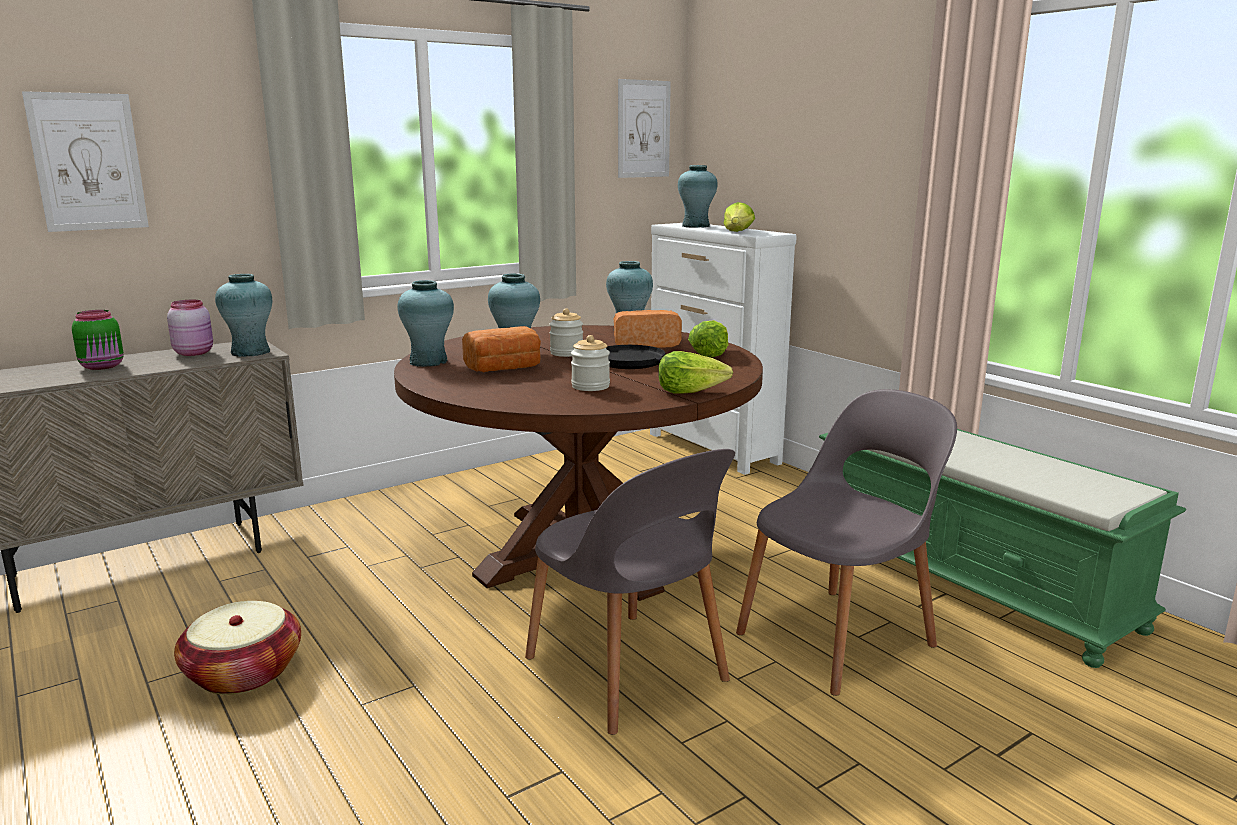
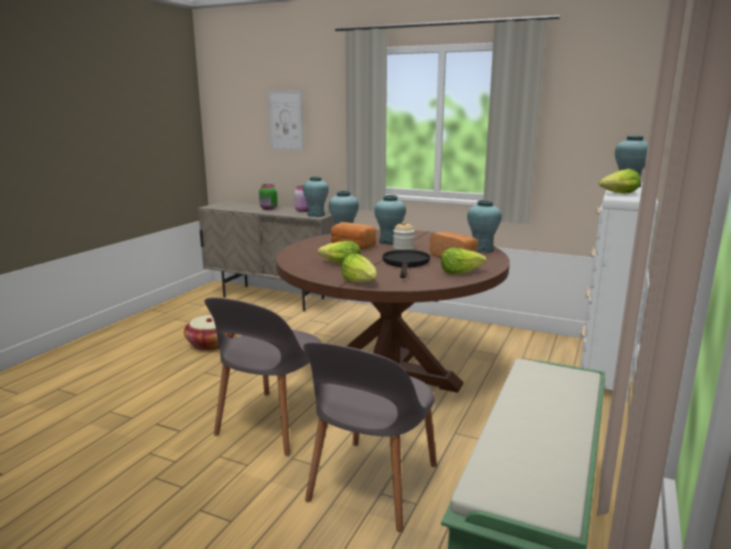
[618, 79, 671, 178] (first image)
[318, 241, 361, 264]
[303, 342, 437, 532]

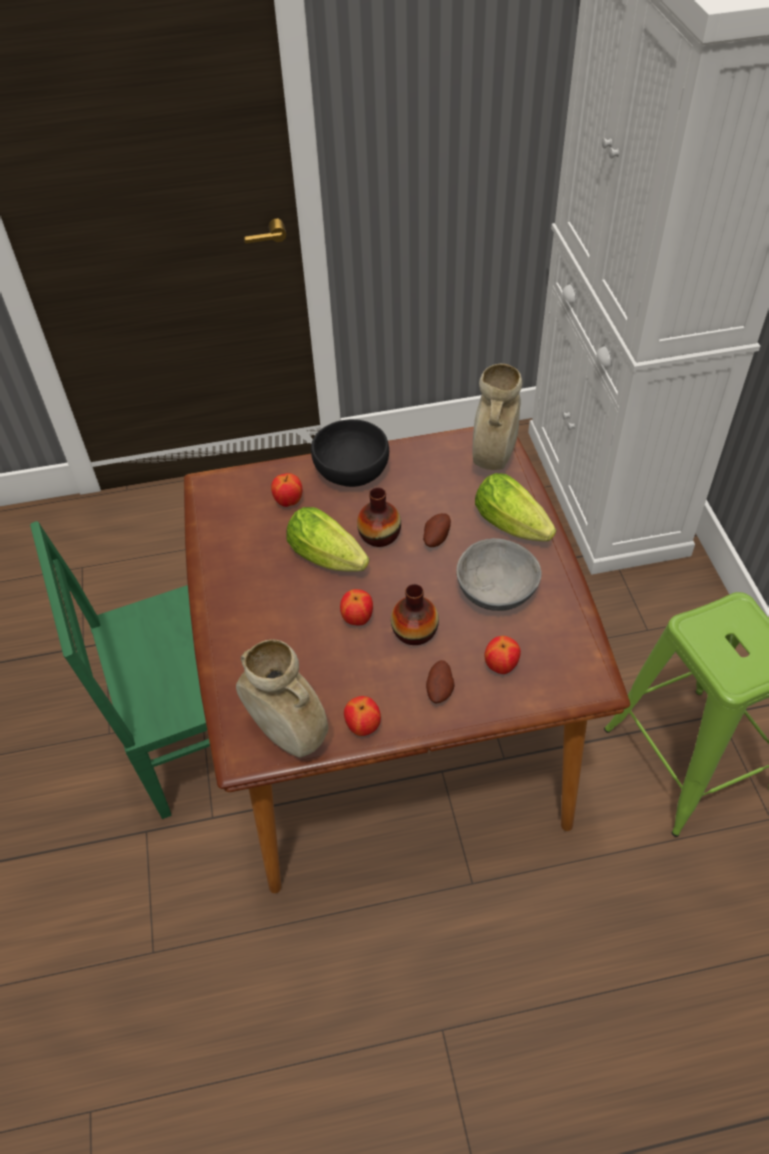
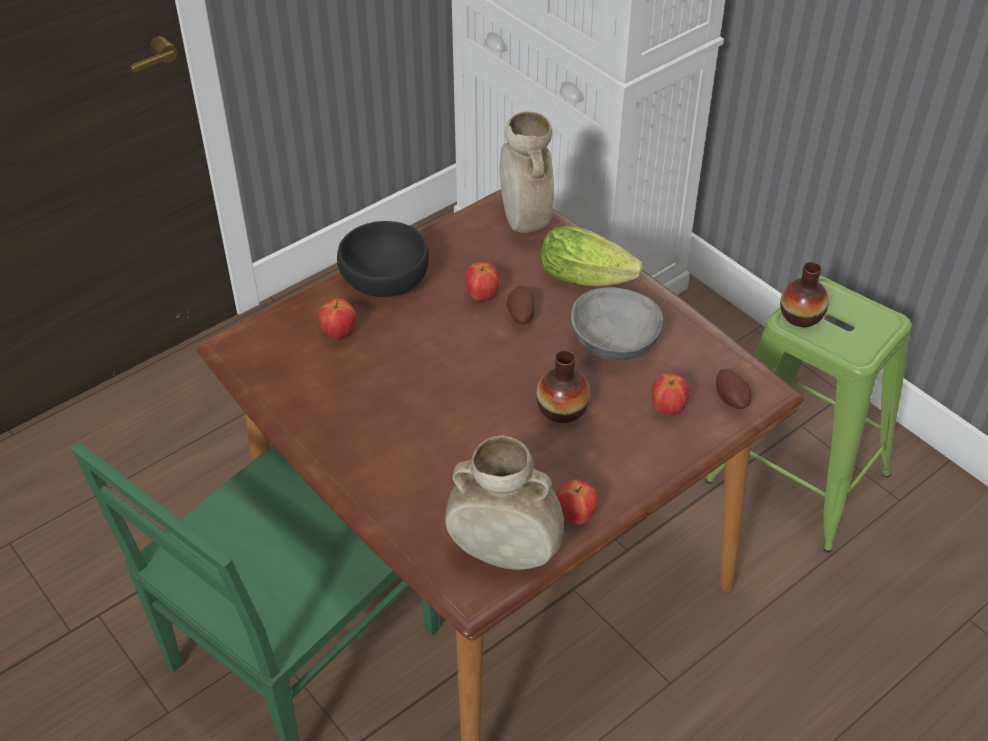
[286, 507, 369, 572] (first image)
[465, 262, 499, 301]
[780, 262, 829, 327]
[716, 369, 752, 409]

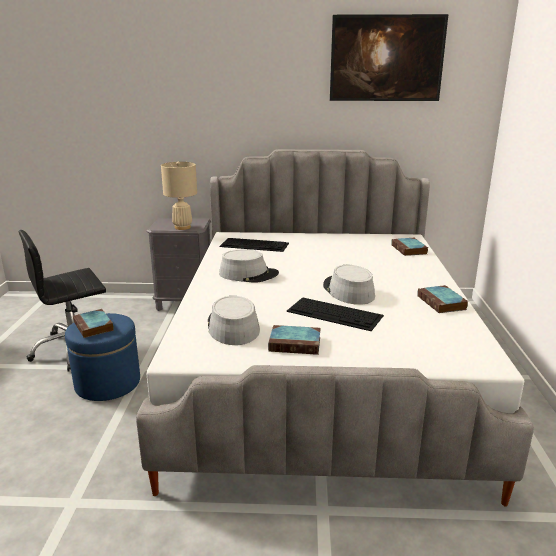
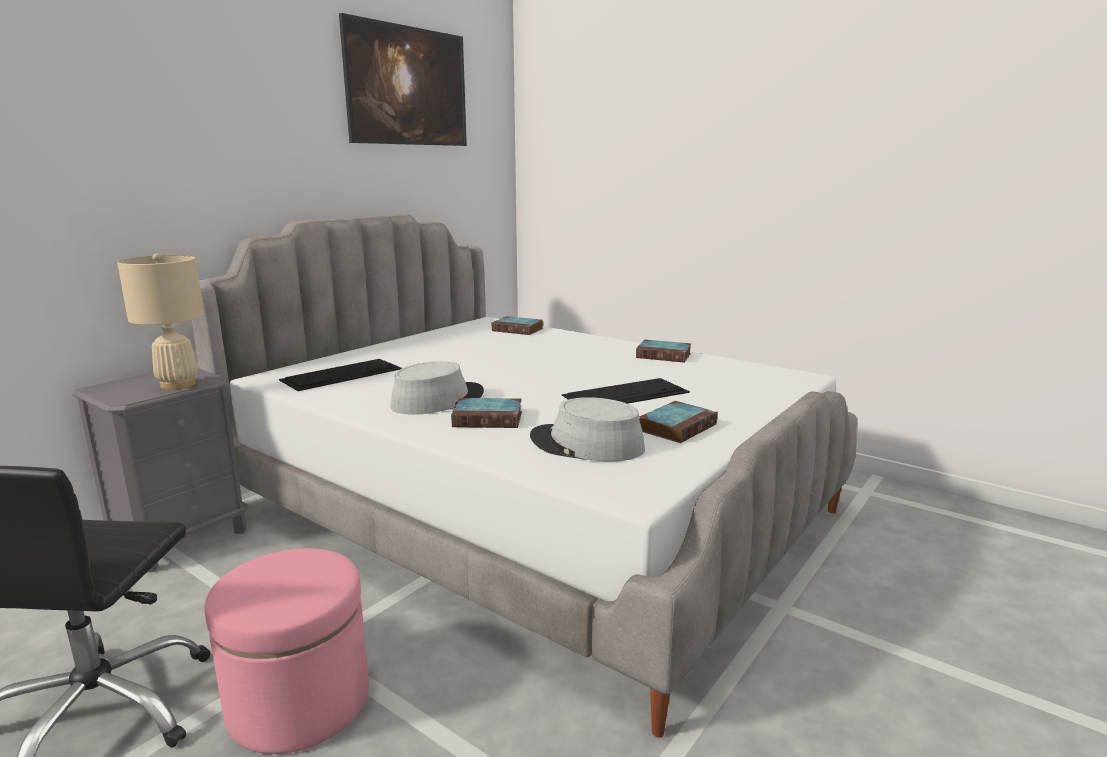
[323, 265, 375, 305] (first image)
[451, 398, 522, 428]
[205, 548, 369, 754]

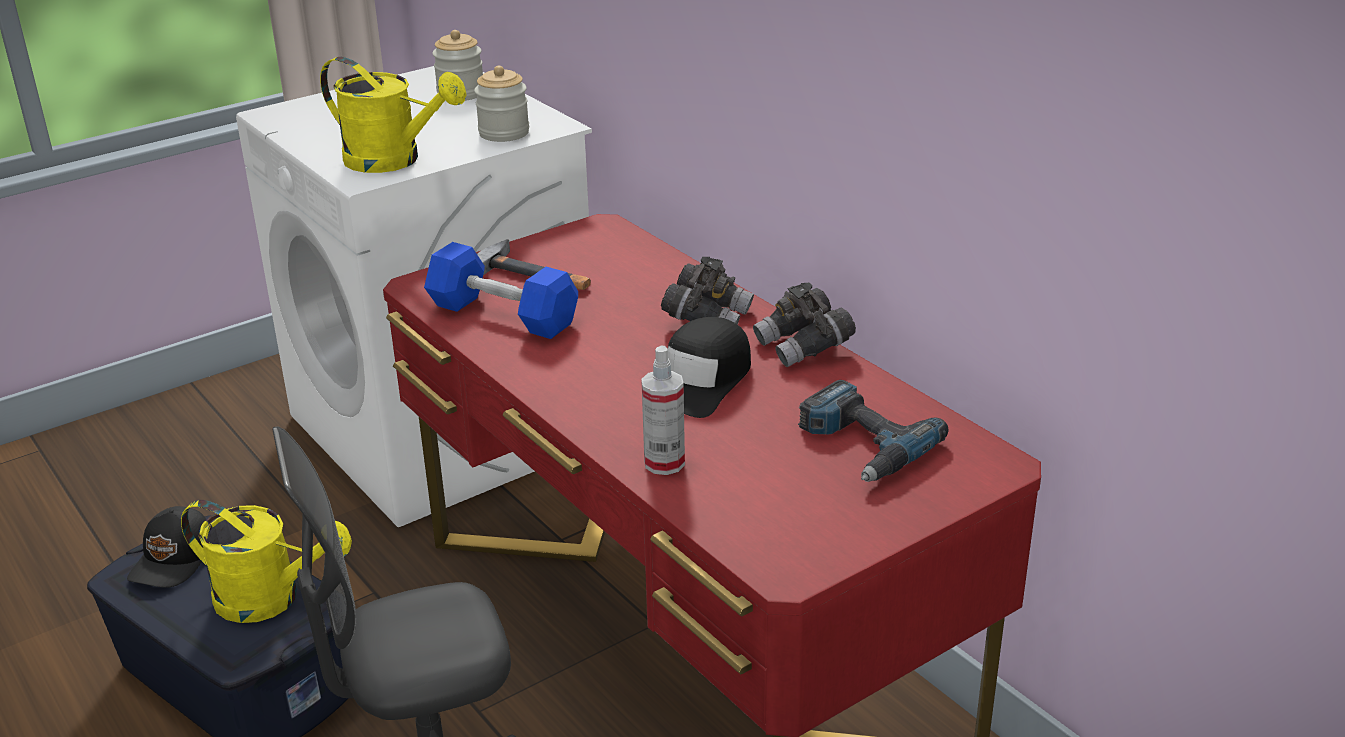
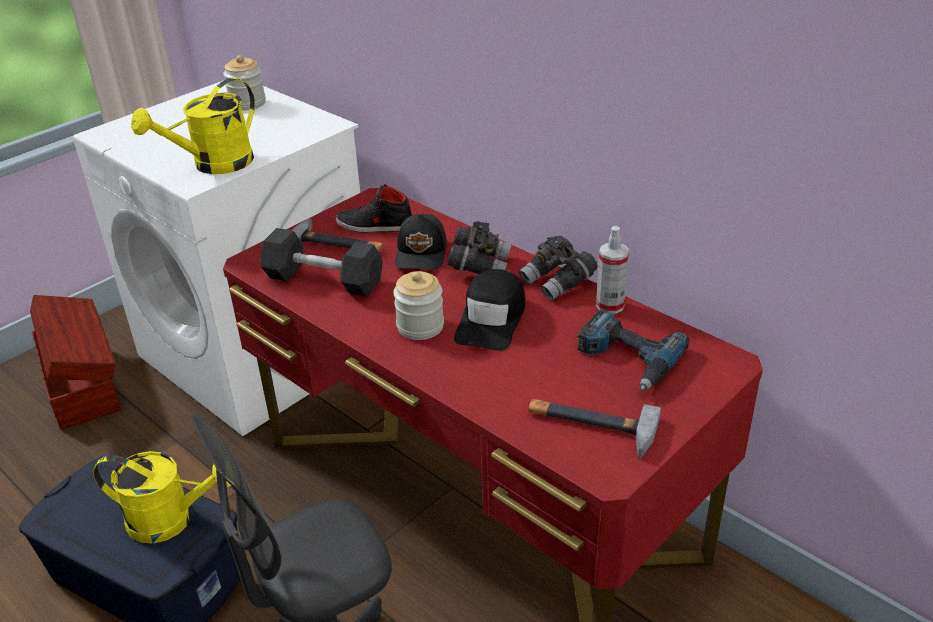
[30, 295, 121, 430]
[336, 184, 412, 232]
[529, 399, 661, 459]
[395, 214, 447, 270]
[393, 271, 444, 340]
[596, 226, 629, 314]
[260, 228, 383, 297]
[131, 78, 255, 174]

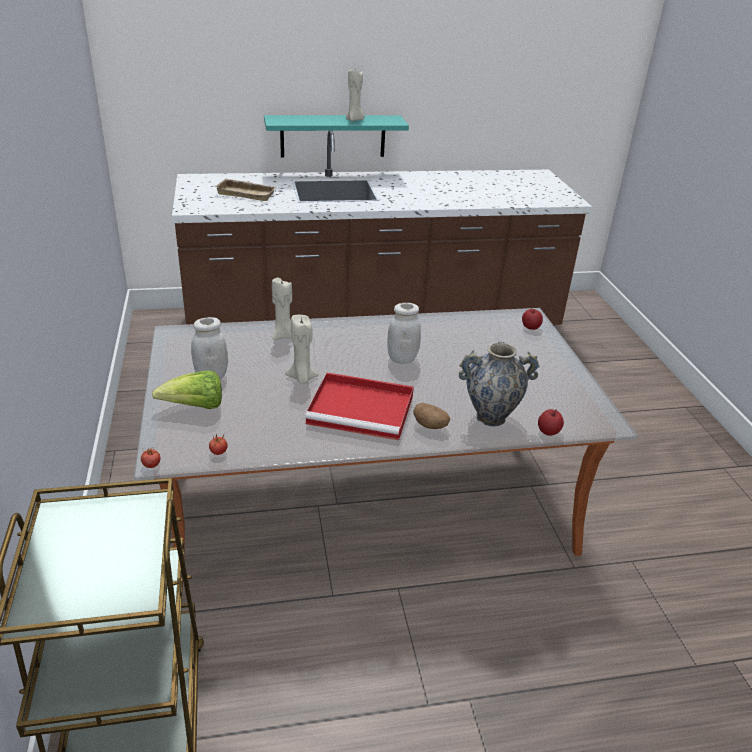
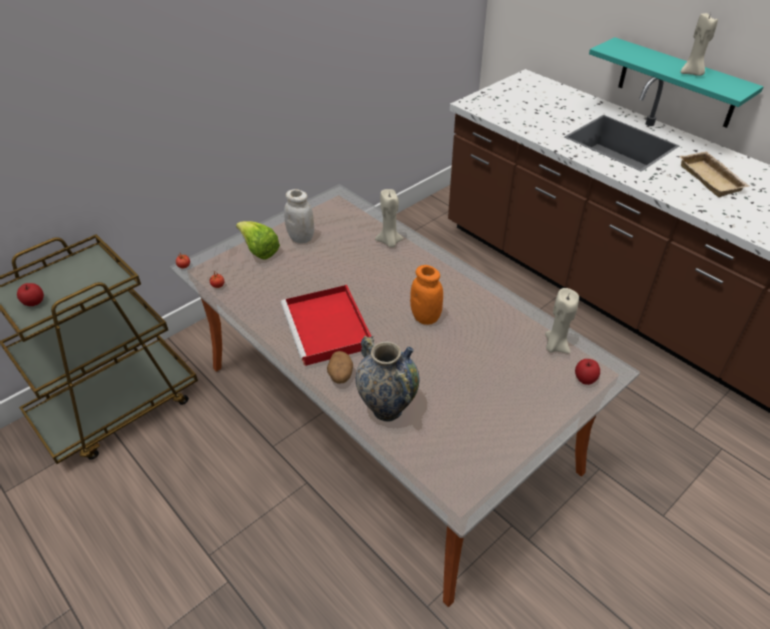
[679, 151, 750, 197]
[545, 288, 579, 353]
[17, 283, 44, 306]
[410, 265, 443, 325]

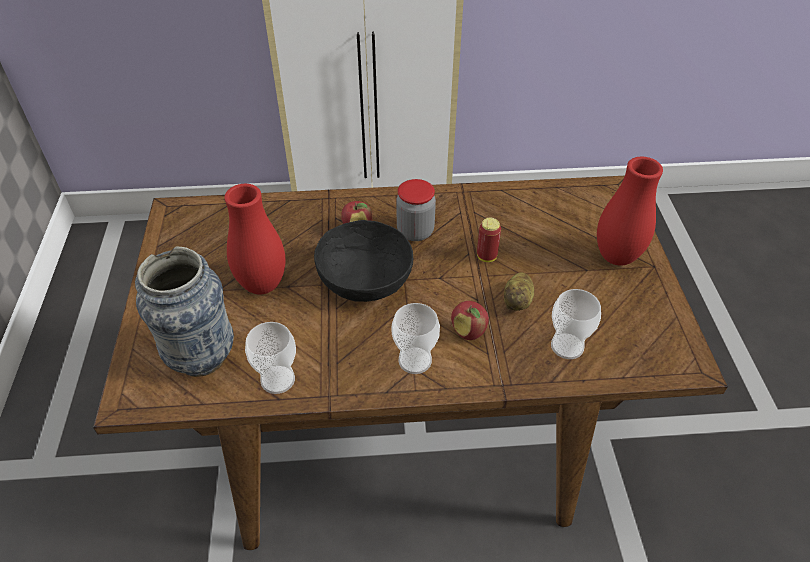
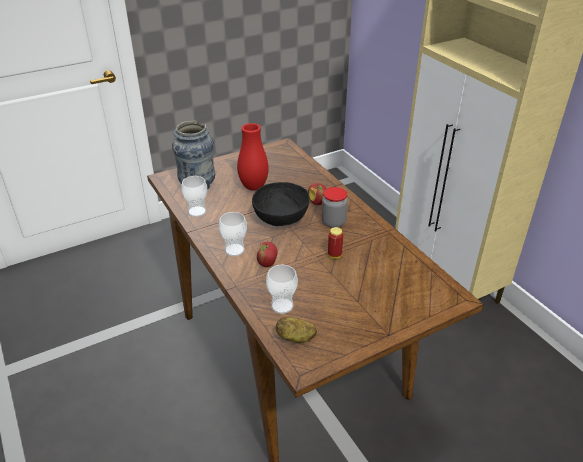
[597, 156, 663, 266] (first image)
[276, 317, 317, 343]

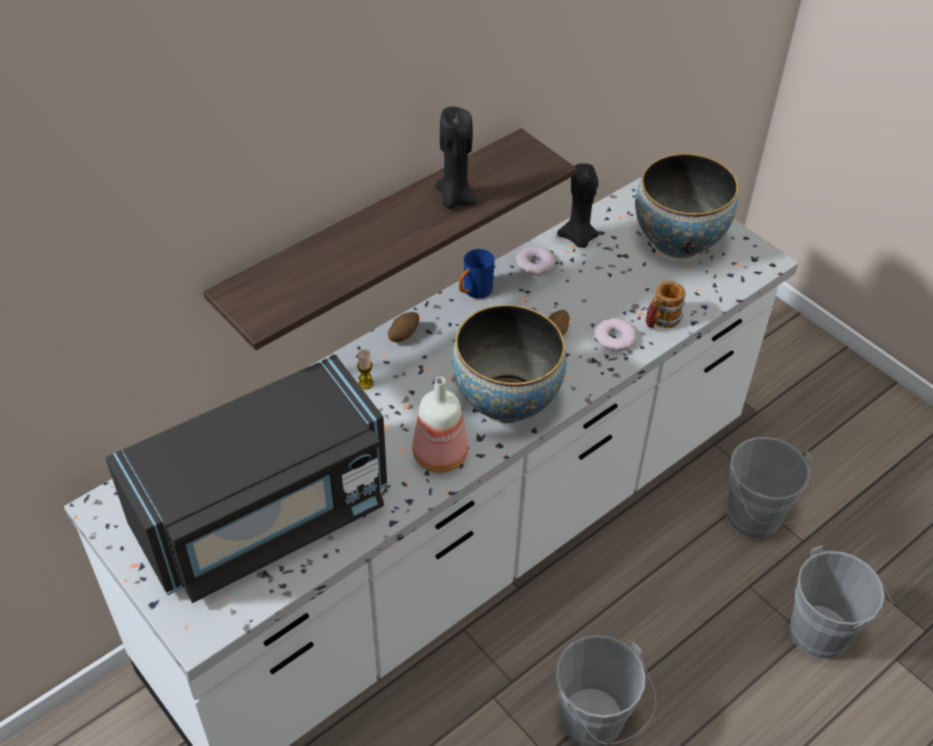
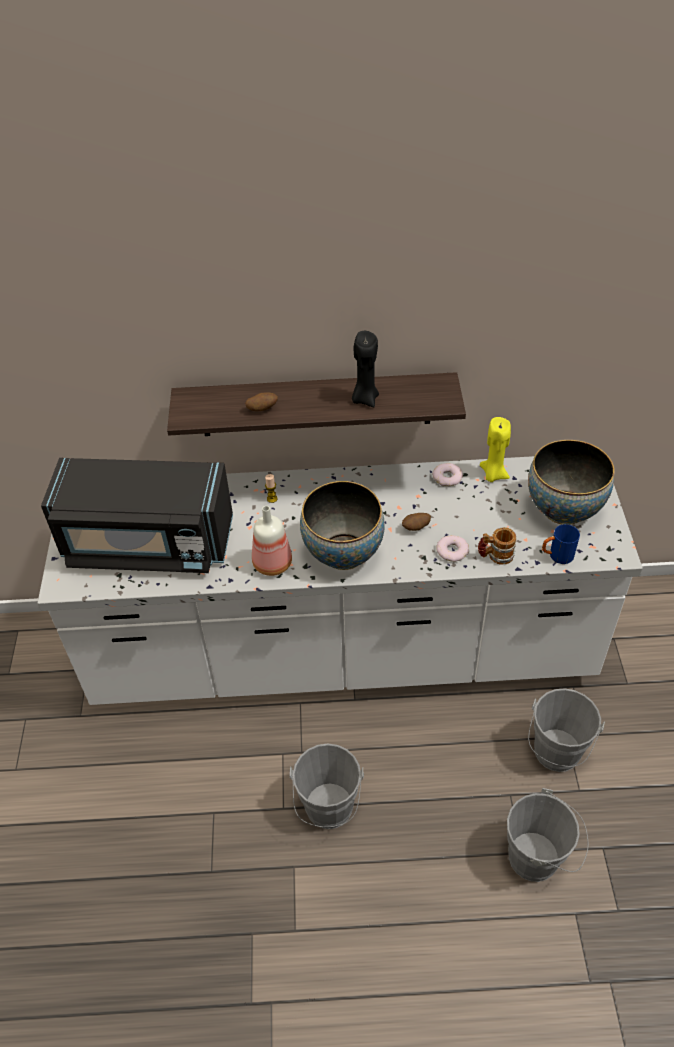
[245, 392, 278, 412]
[542, 524, 580, 564]
[480, 417, 511, 482]

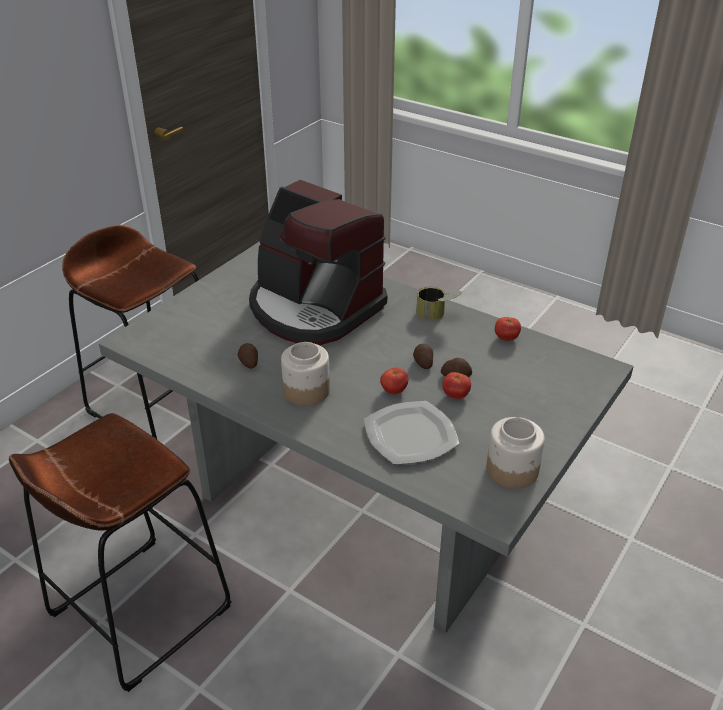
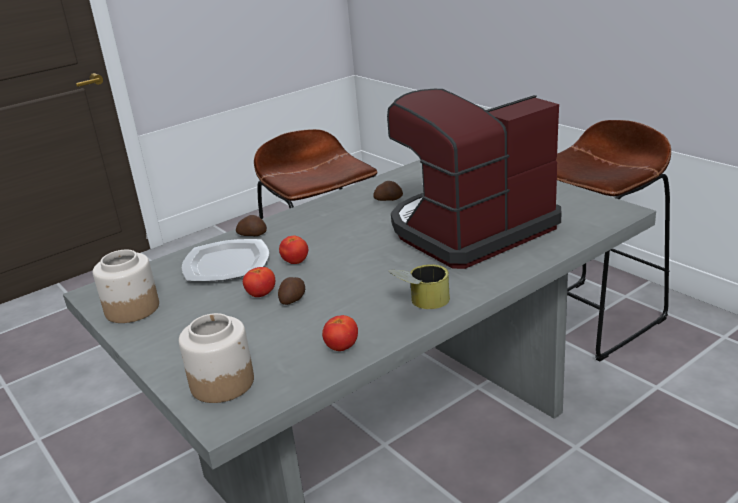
[179, 313, 254, 403]
[236, 215, 267, 236]

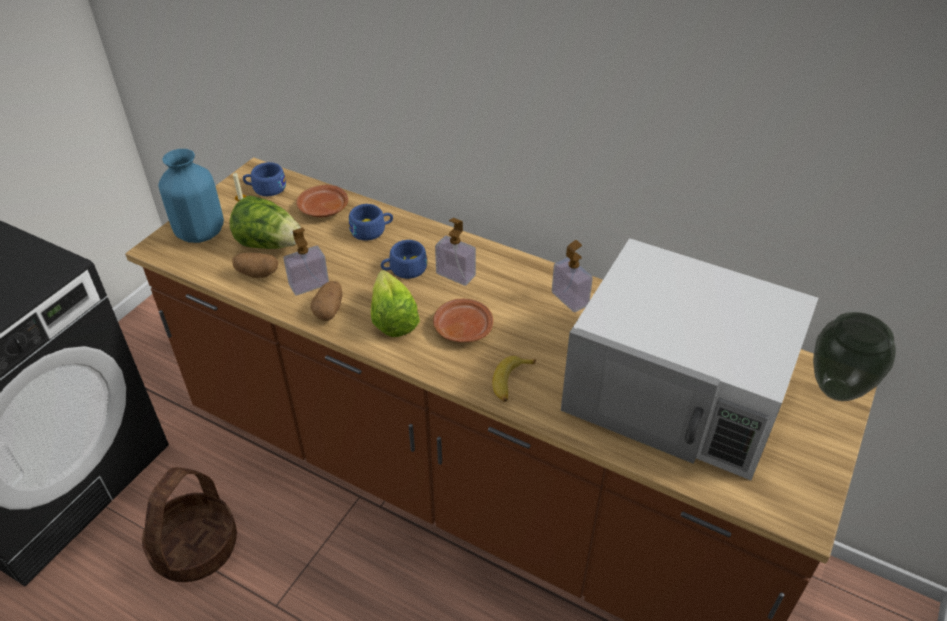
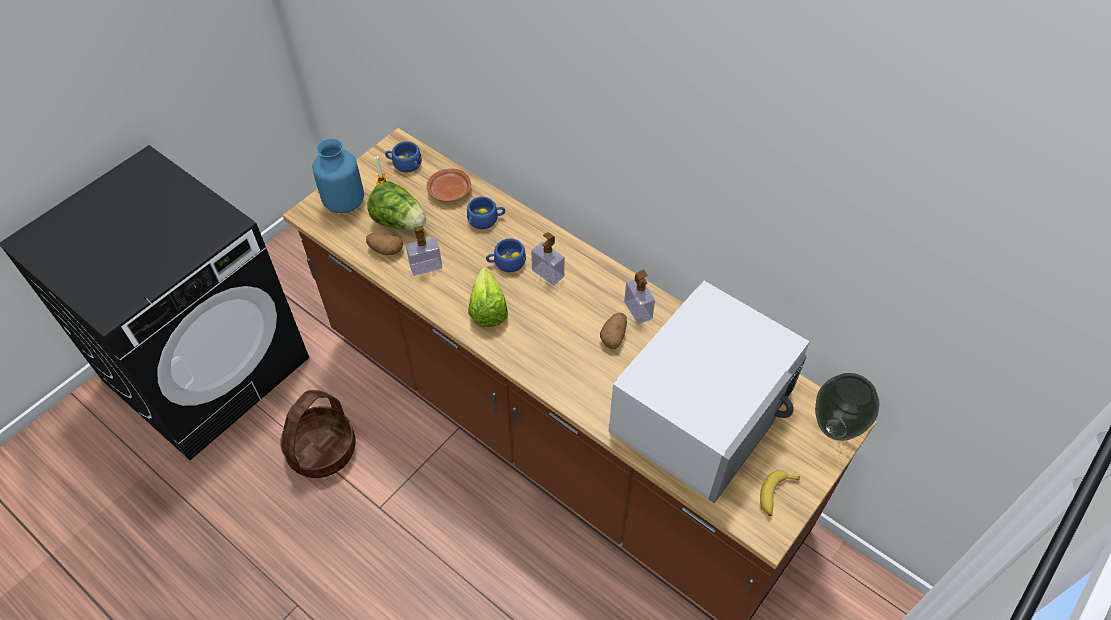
[433, 299, 493, 342] (first image)
[600, 313, 627, 349]
[760, 470, 800, 516]
[608, 281, 810, 503]

